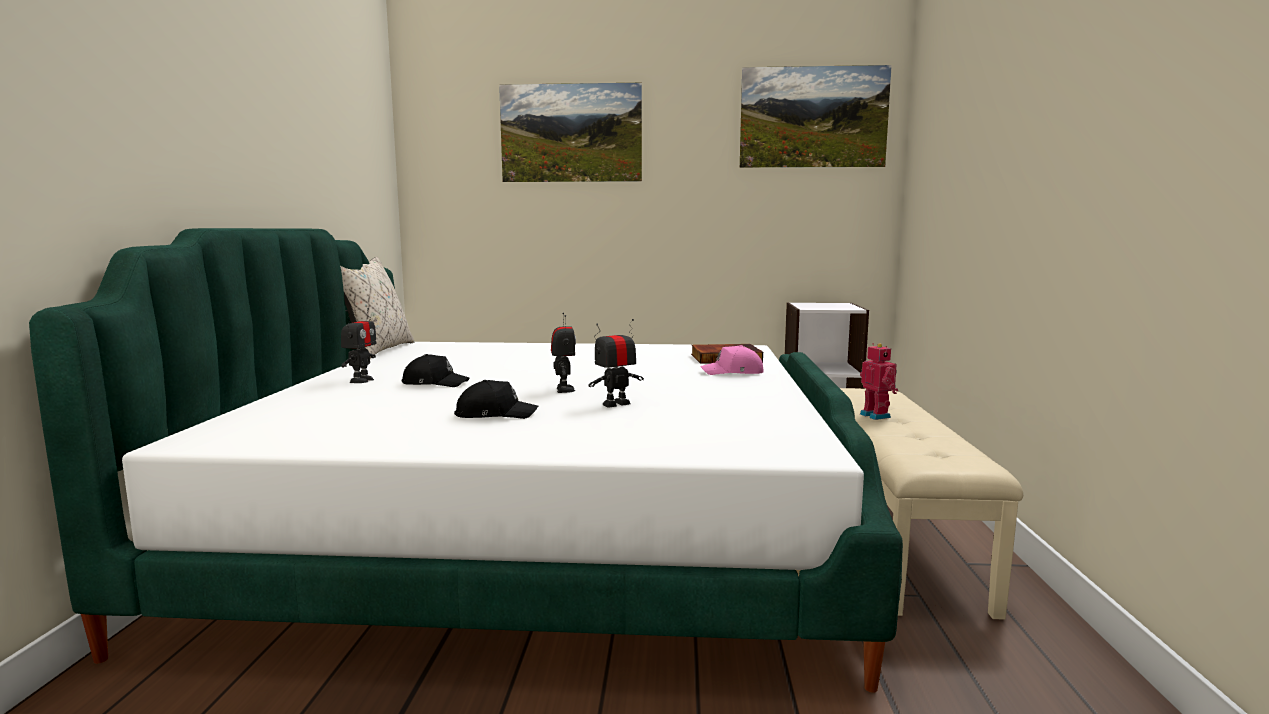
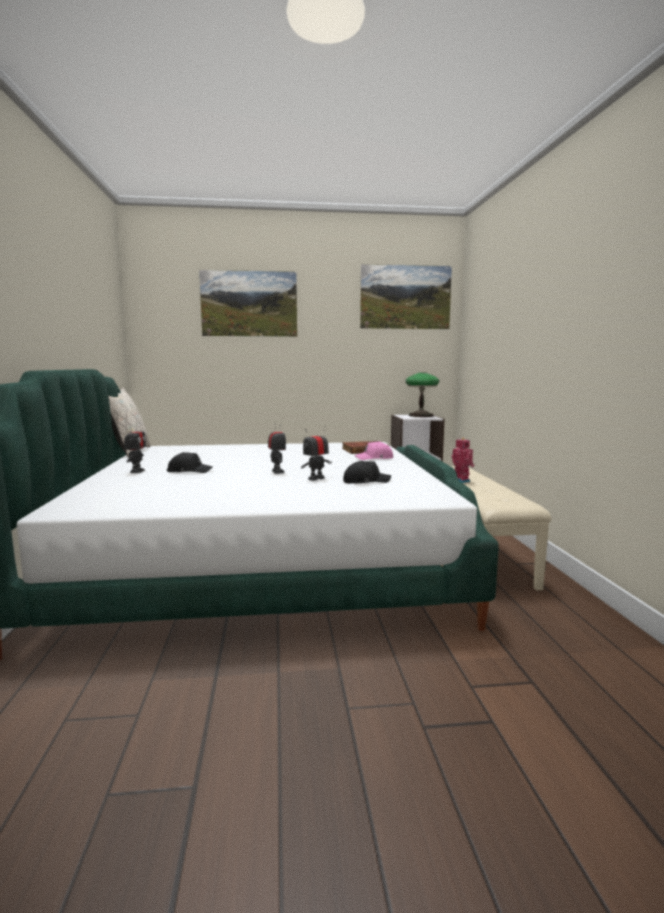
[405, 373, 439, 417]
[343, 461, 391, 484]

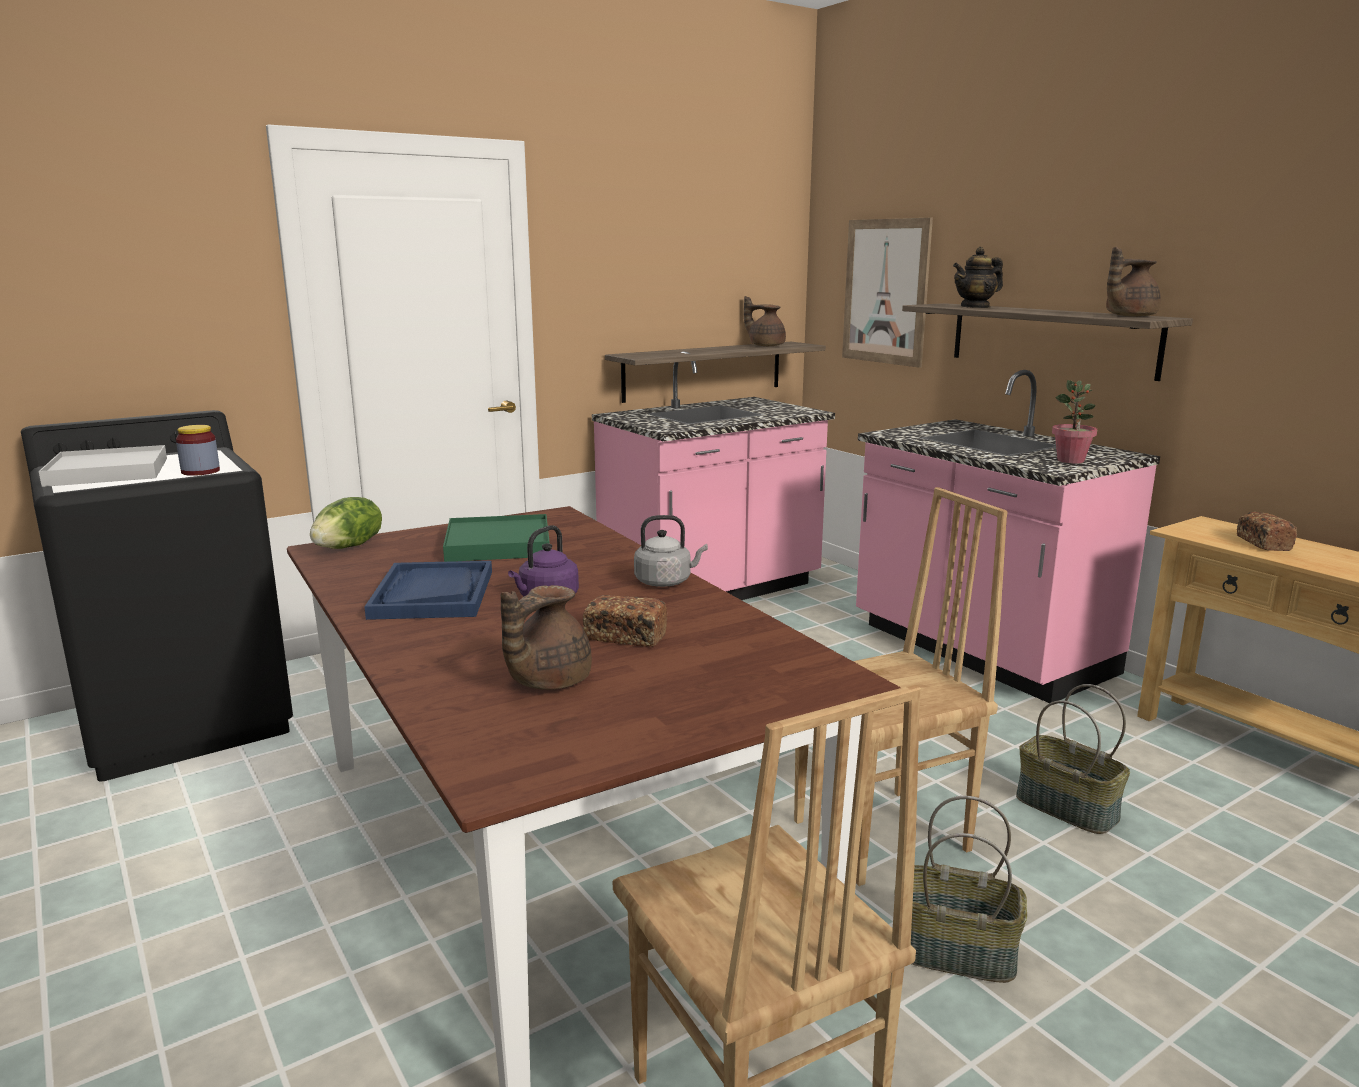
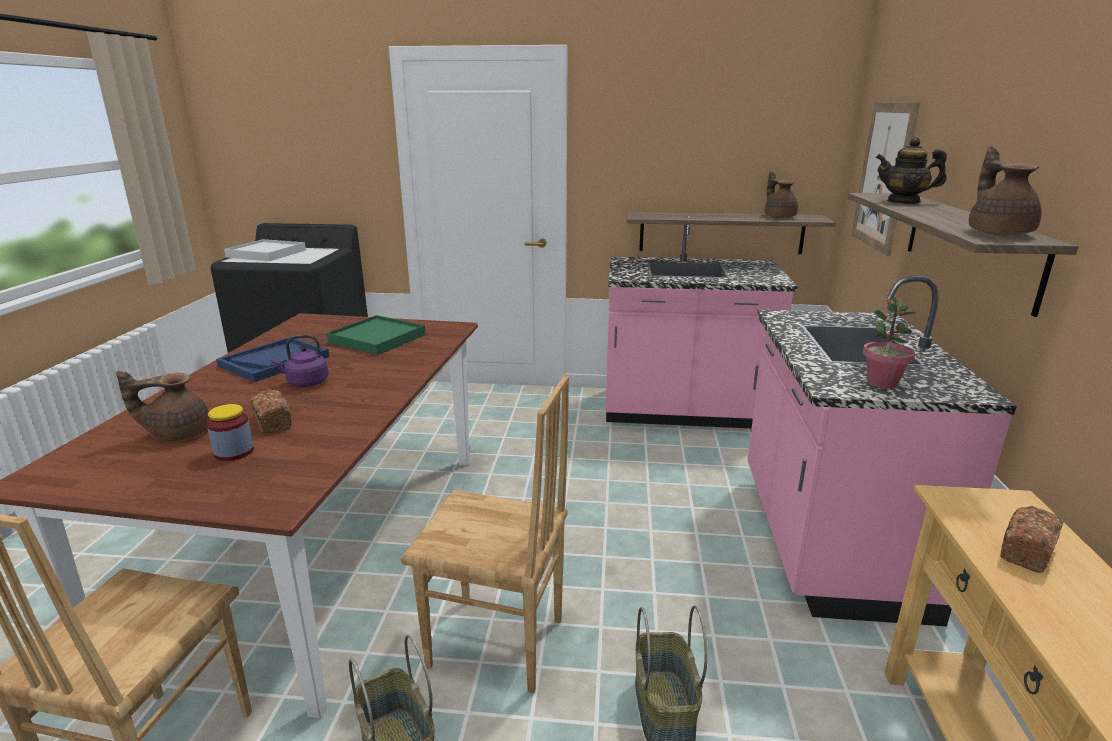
[310, 497, 382, 549] (first image)
[634, 515, 708, 587] (first image)
[207, 404, 254, 461]
[969, 146, 1042, 235]

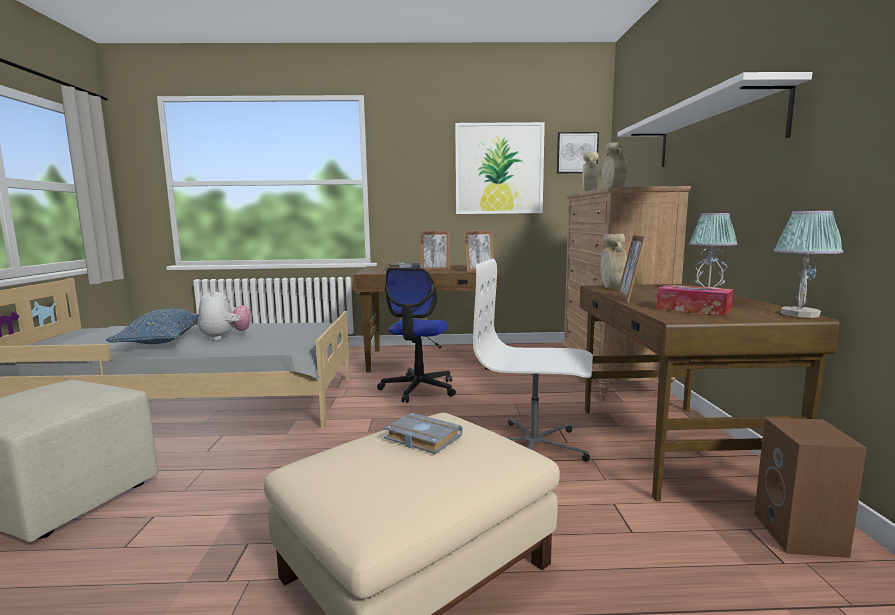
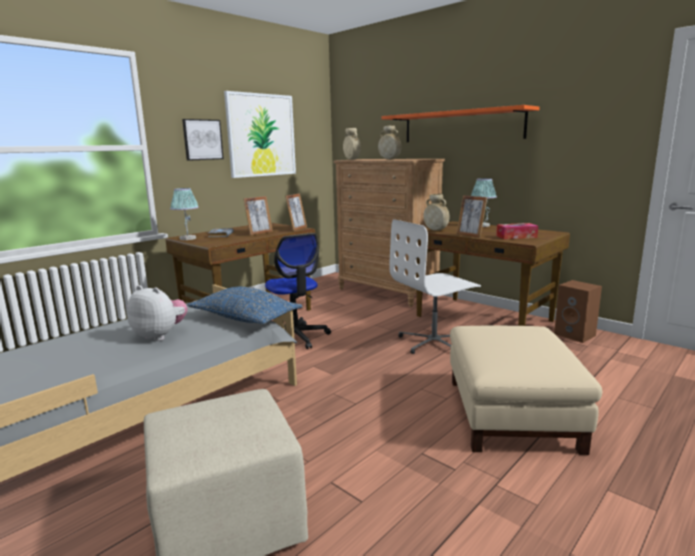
[383, 413, 463, 454] (first image)
[187, 287, 303, 324]
[182, 119, 224, 161]
[170, 188, 199, 240]
[382, 105, 540, 142]

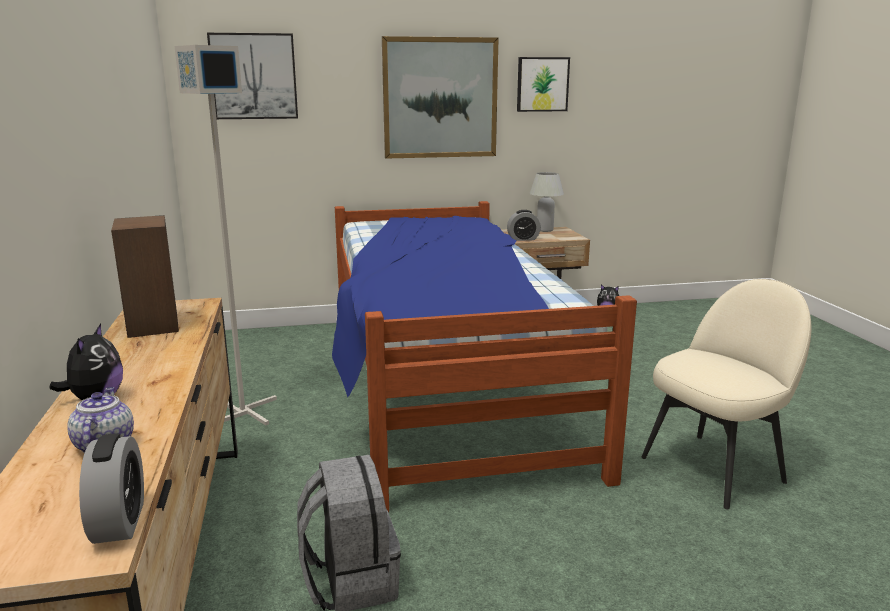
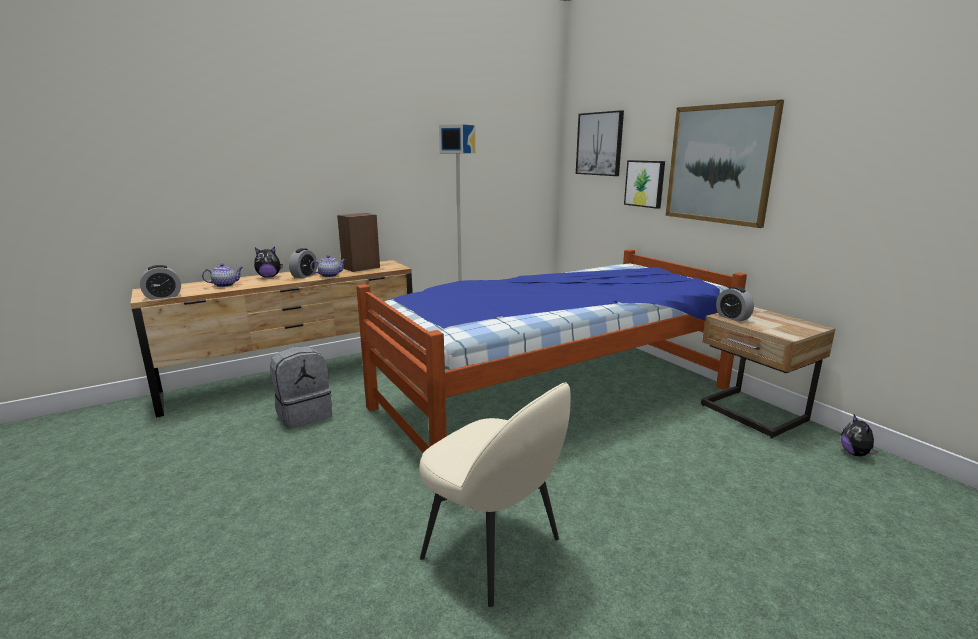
[530, 172, 564, 232] (first image)
[289, 248, 317, 278]
[310, 255, 346, 277]
[624, 160, 665, 209]

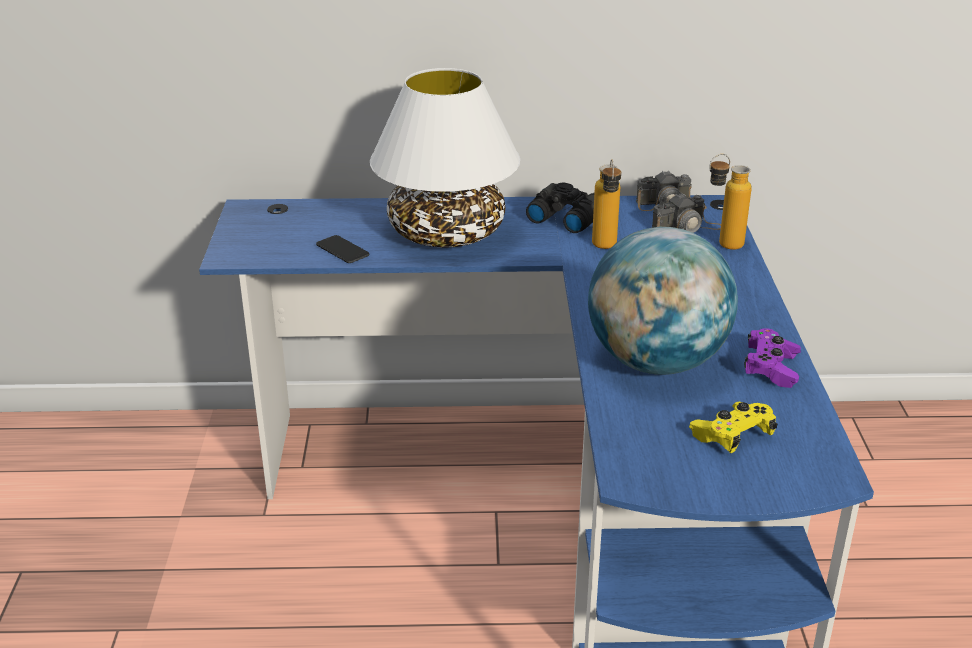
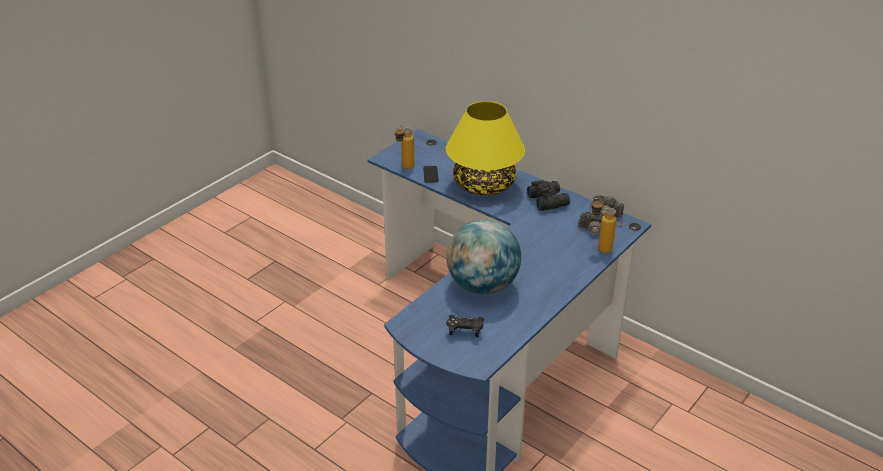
[744, 328, 801, 388] (first image)
[395, 126, 414, 169]
[446, 101, 525, 195]
[447, 315, 484, 337]

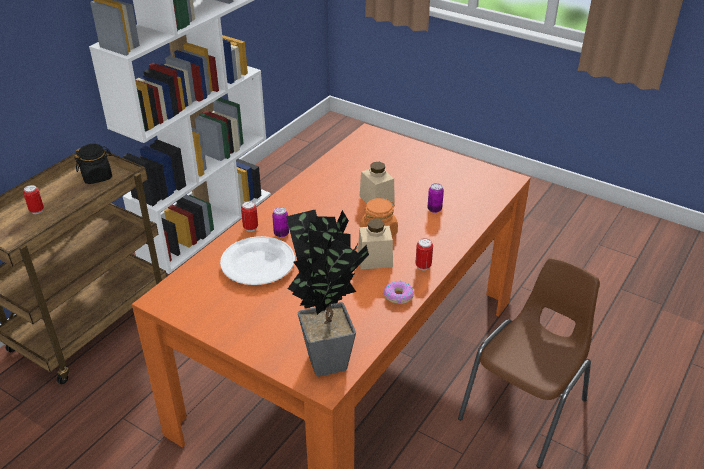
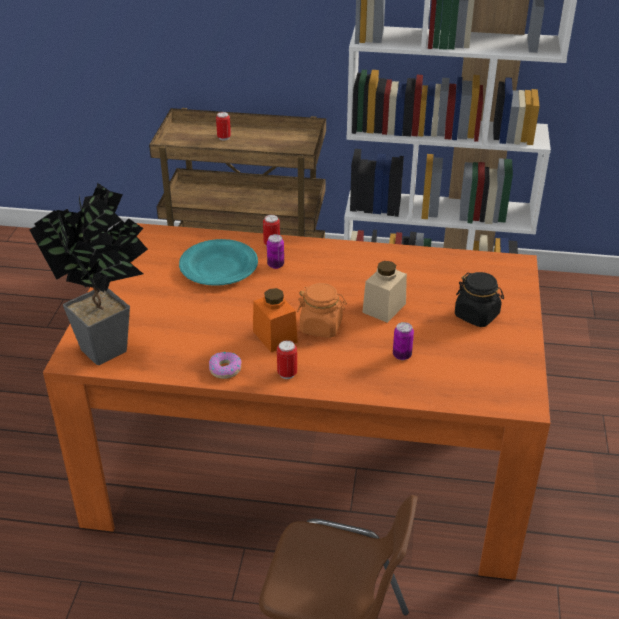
[455, 272, 504, 327]
[179, 239, 258, 286]
[253, 288, 298, 352]

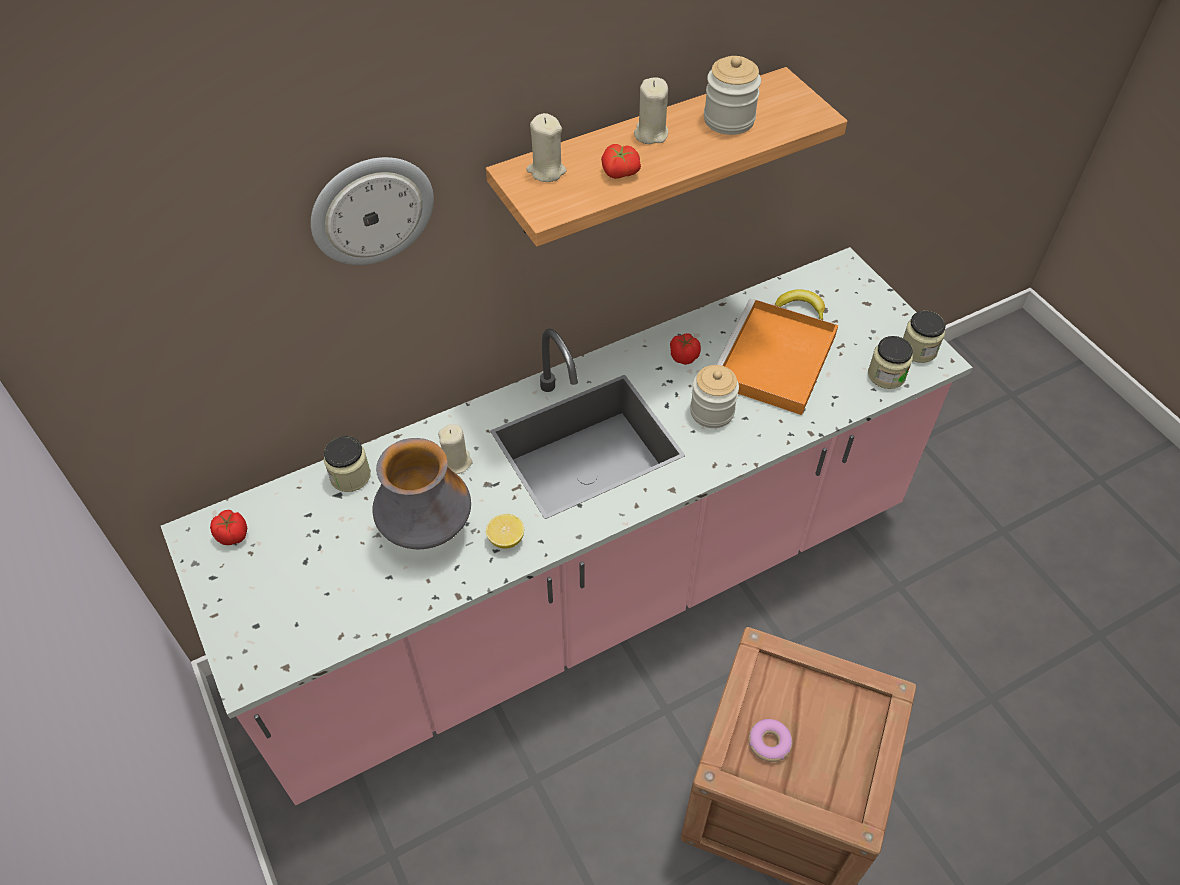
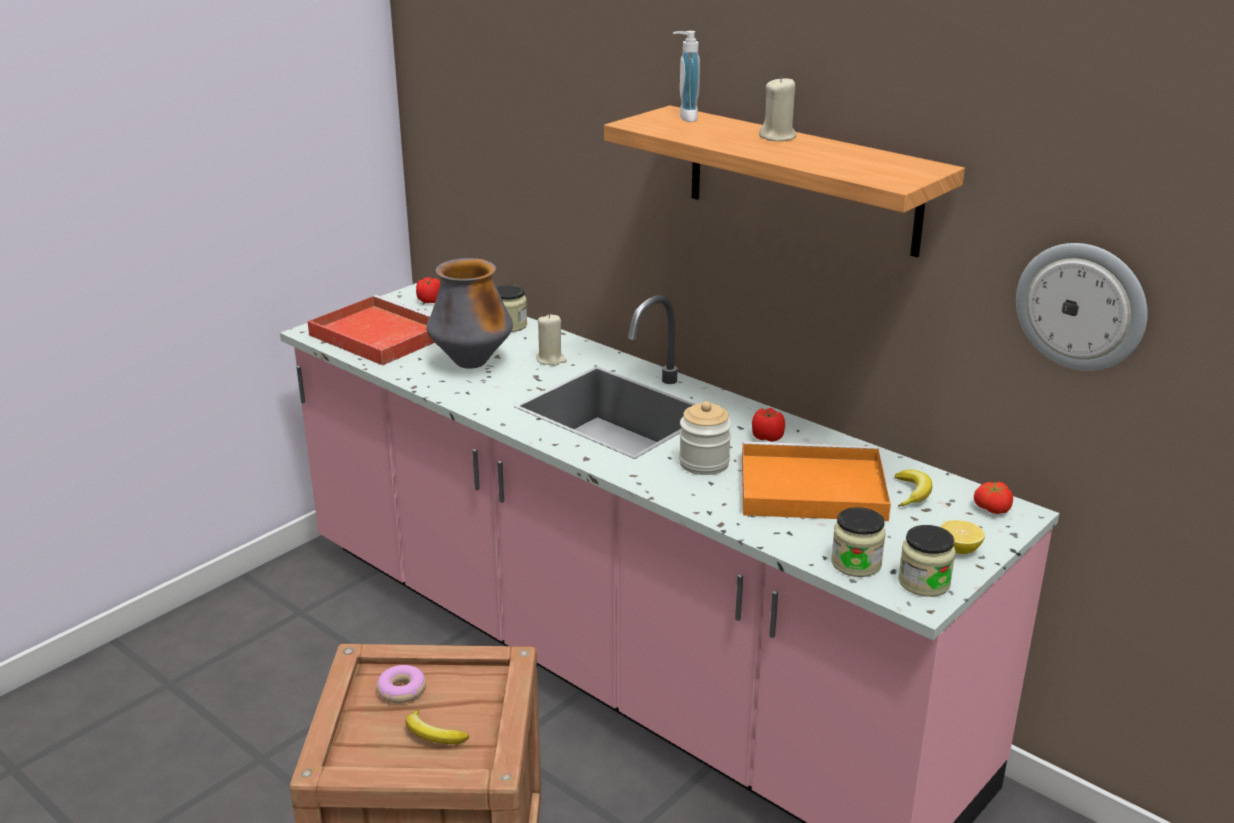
[704, 56, 761, 135] (first image)
[307, 295, 435, 365]
[406, 709, 469, 744]
[1016, 243, 1148, 371]
[940, 520, 985, 554]
[974, 482, 1013, 514]
[673, 31, 700, 122]

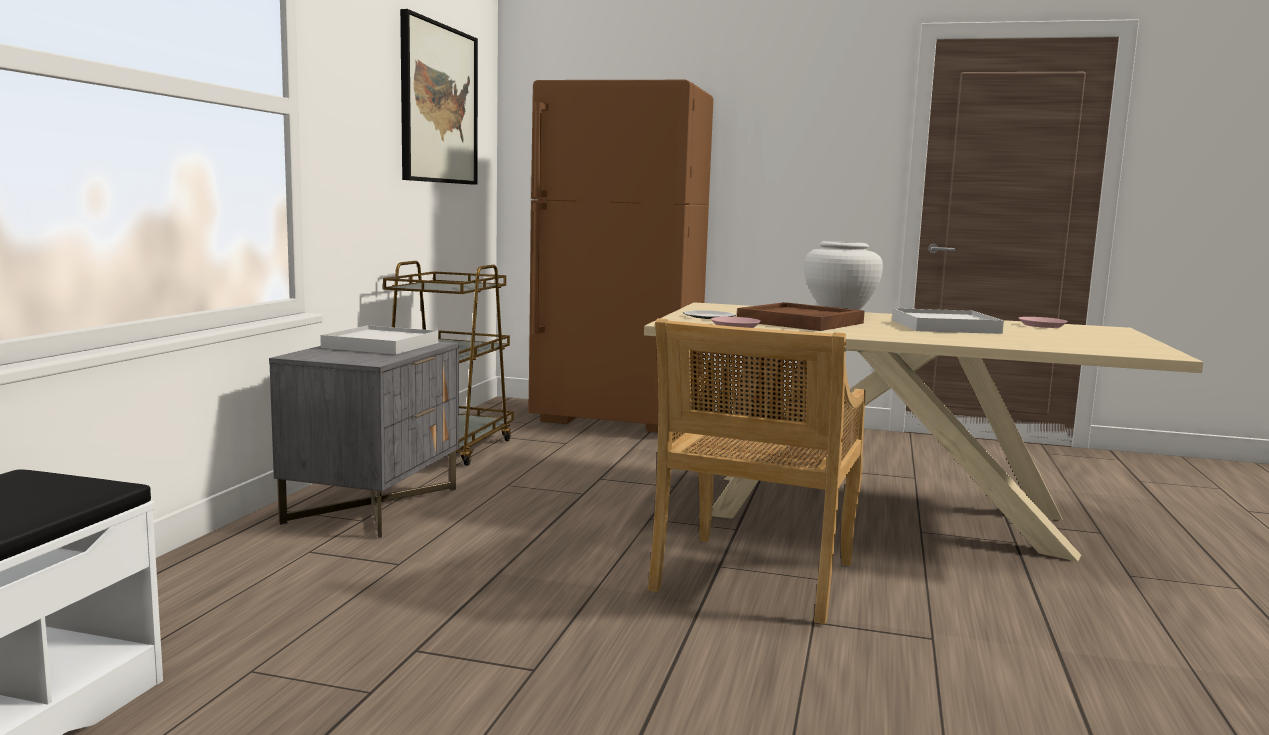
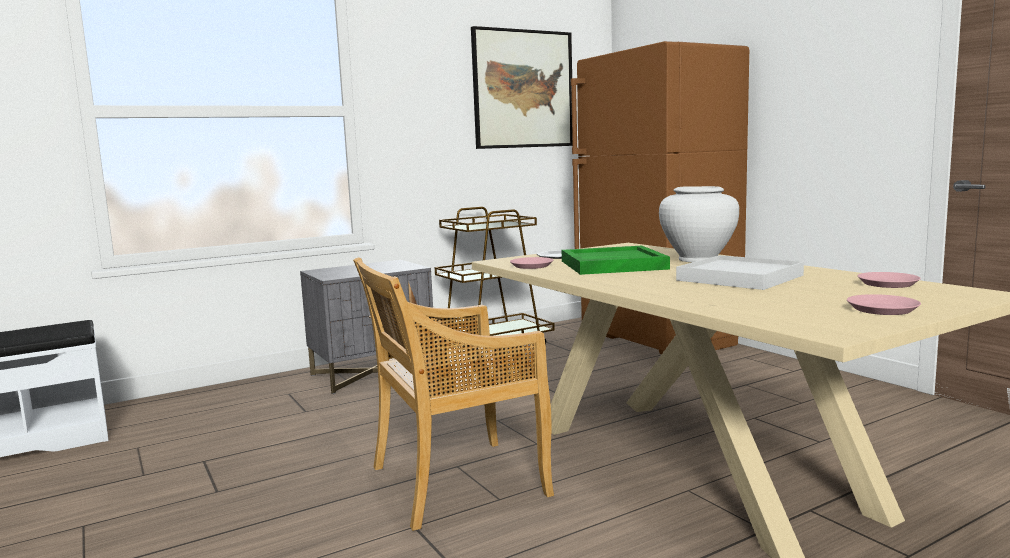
[320, 325, 438, 354] (first image)
[847, 294, 921, 315]
[562, 246, 670, 275]

